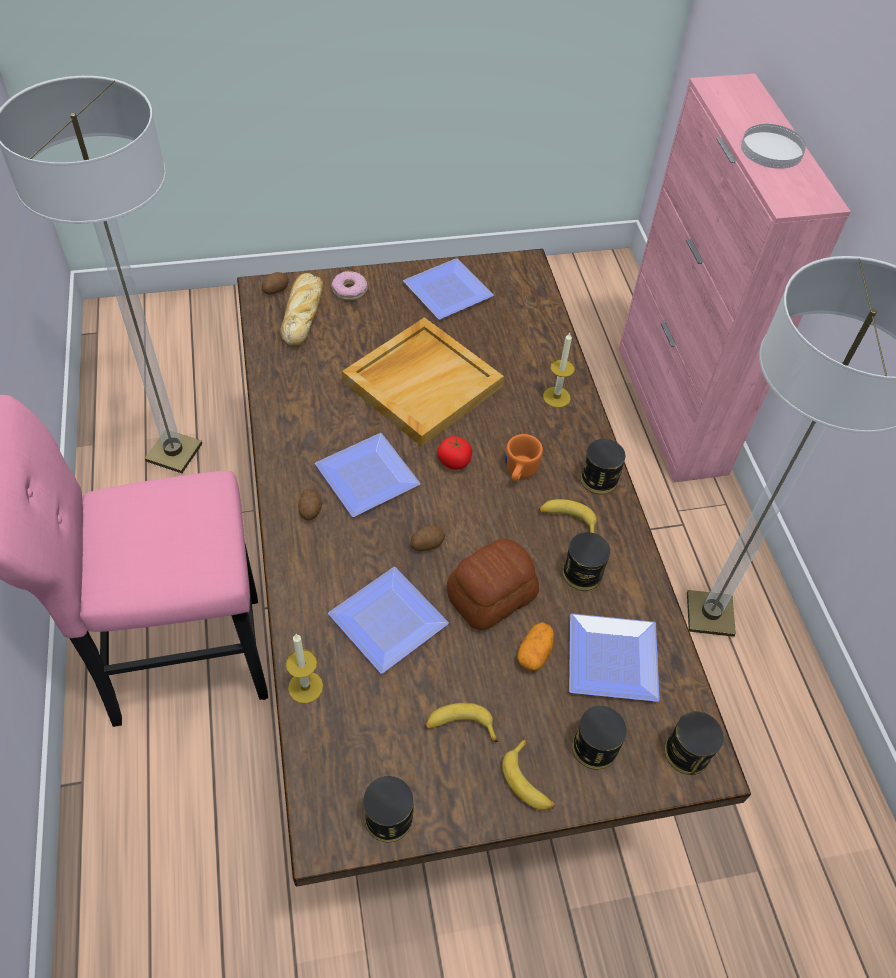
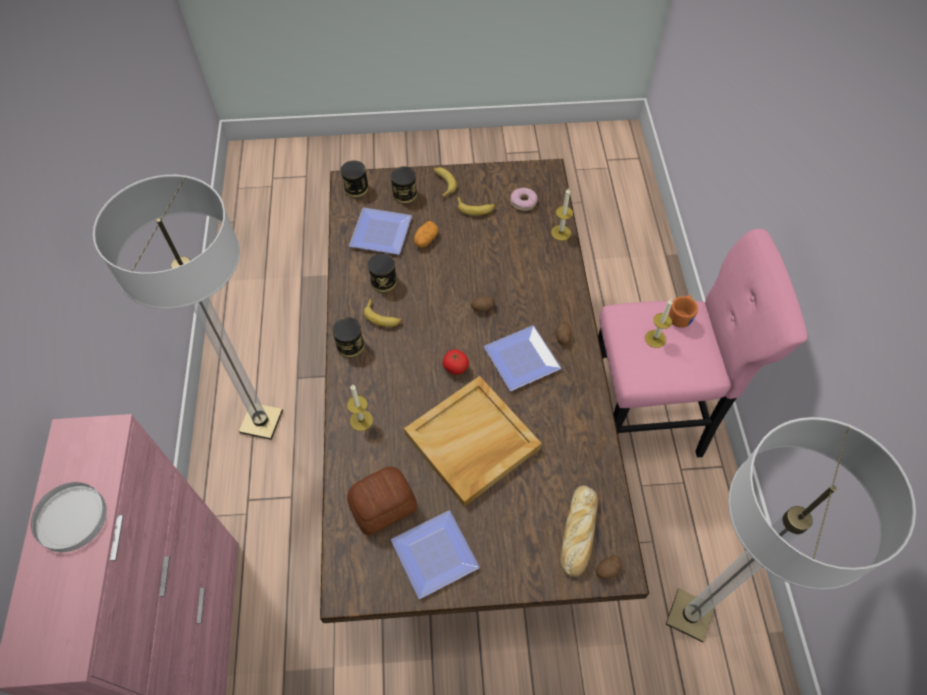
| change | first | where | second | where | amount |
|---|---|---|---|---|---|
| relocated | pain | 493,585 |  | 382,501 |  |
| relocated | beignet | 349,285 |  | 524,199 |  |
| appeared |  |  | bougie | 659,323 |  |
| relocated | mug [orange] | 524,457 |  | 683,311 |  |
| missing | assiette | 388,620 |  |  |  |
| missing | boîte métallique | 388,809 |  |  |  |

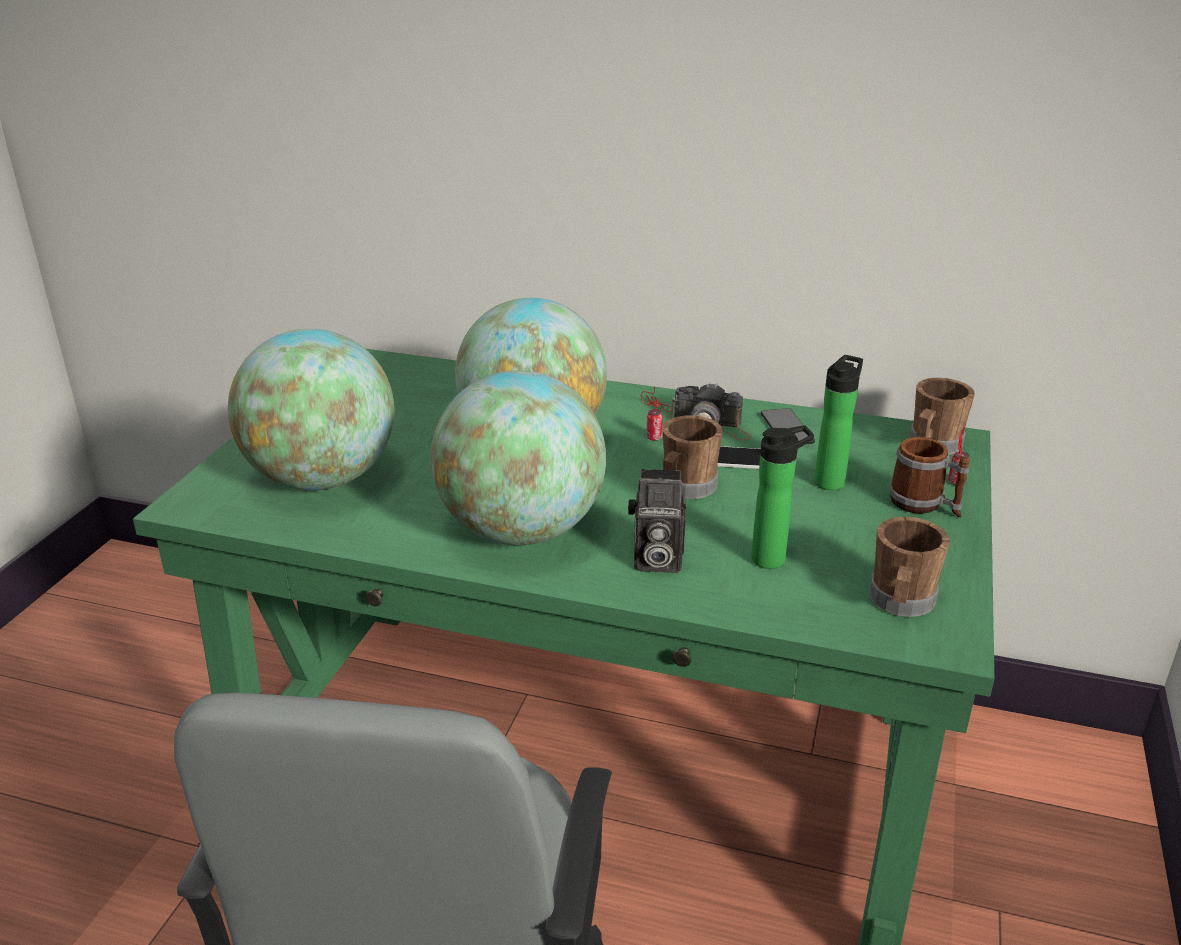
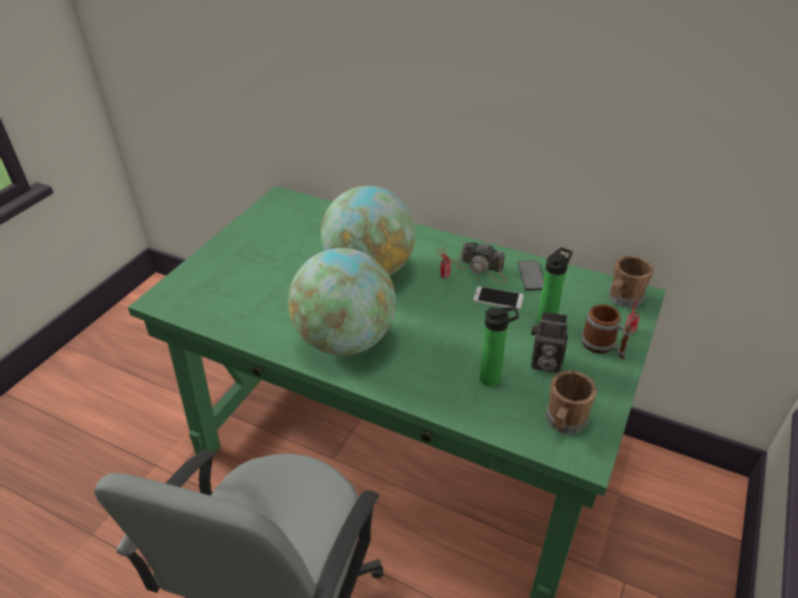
| change | first | where | second | where | amount |
|---|---|---|---|---|---|
| relocated | appareil photo | 657,521 |  | 549,342 |  |
| missing | globe | 311,409 |  |  |  |
| missing | mug [marron] | 693,457 |  |  |  |

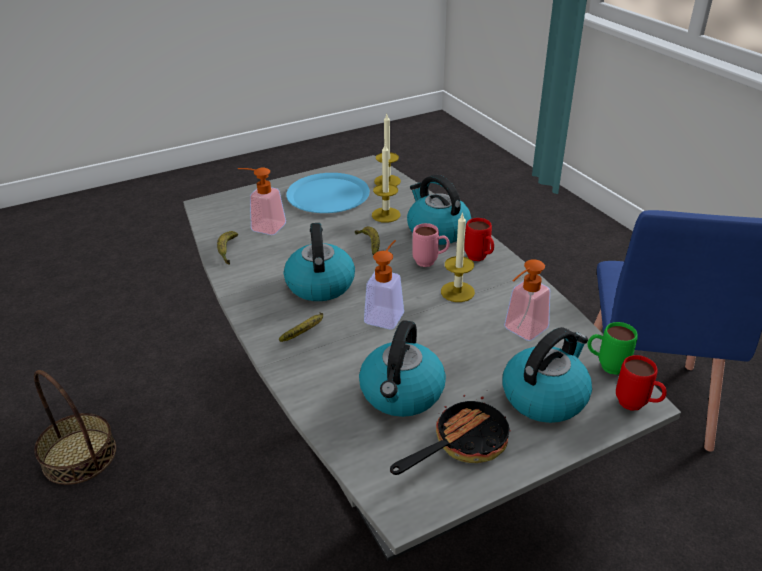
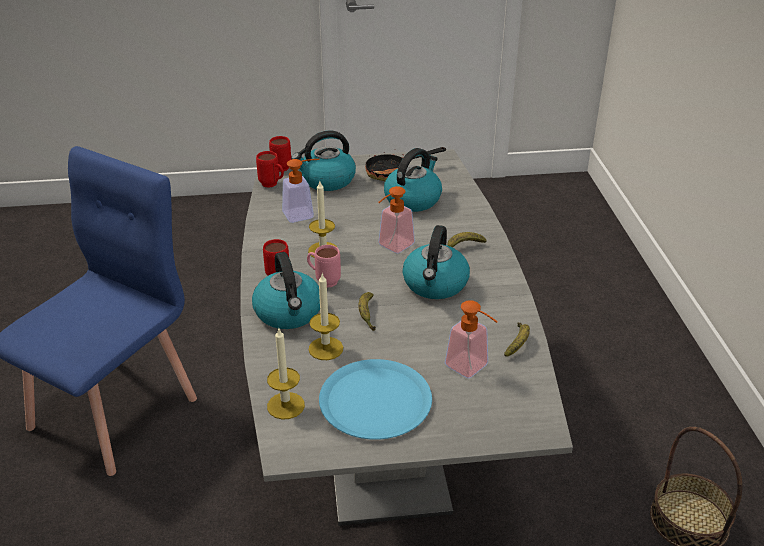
| change | first | where | second | where | amount |
|---|---|---|---|---|---|
| colour | mug [vert] | 612,348 | mug [rouge] | 270,169 |  |

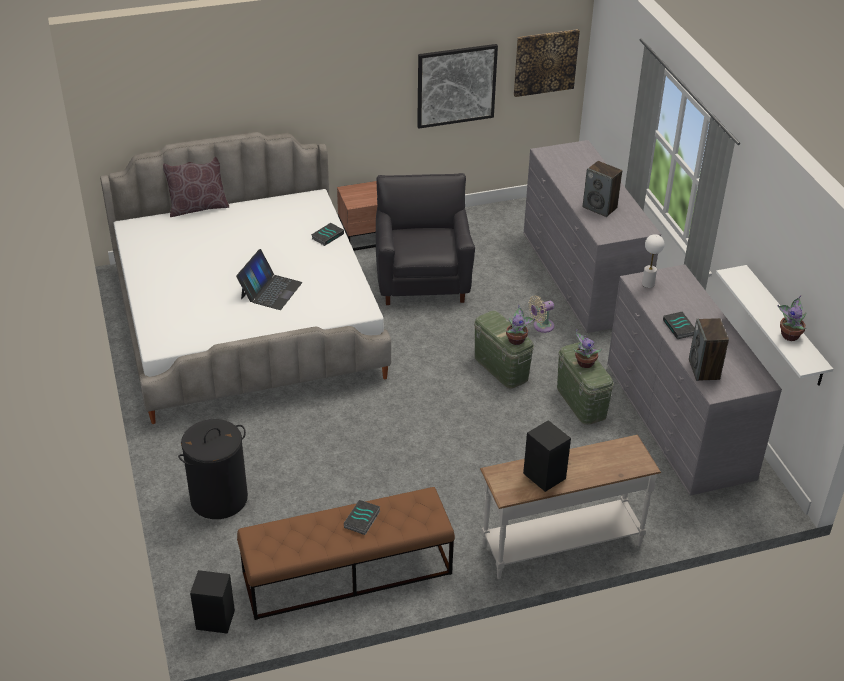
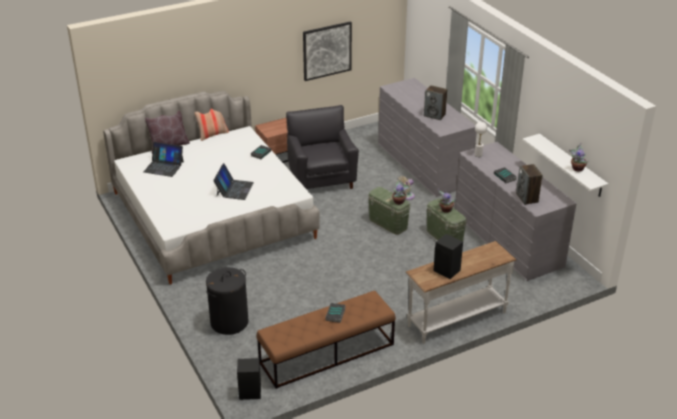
| change | first | where | second | where | amount |
|---|---|---|---|---|---|
| appeared |  |  | ordinateur portable | 164,159 |  |
| appeared |  |  | coussin | 212,125 |  |
| missing | tableau | 547,63 |  |  |  |

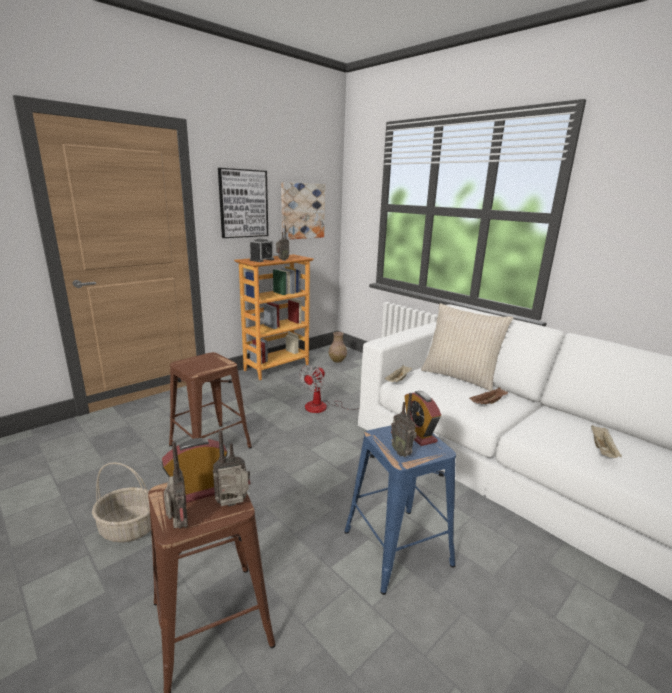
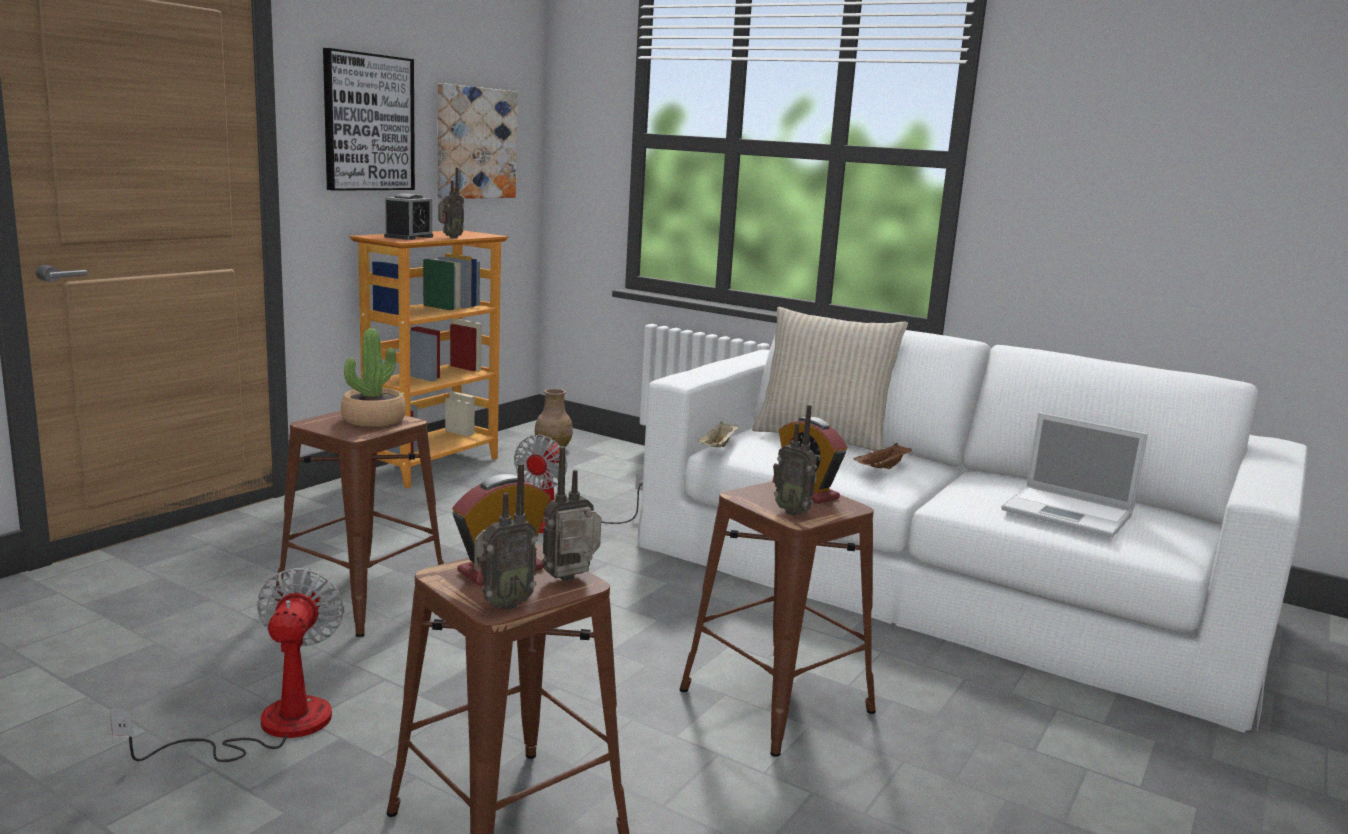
| change | first | where | second | where | amount |
|---|---|---|---|---|---|
| exchanged | panier | 121,502 | ventilateur | 227,665 |  |
| appeared |  |  | plante en pot | 373,377 |  |
| spun | radio | 176,485 |  | 506,536 | 90 degrees clockwise |
| colour | tabouret [bleu] | 400,510 | tabouret [marron] | 777,619 |  |
| exchanged | plateau [beige] | 606,441 | ordinateur portable | 1074,475 |  |

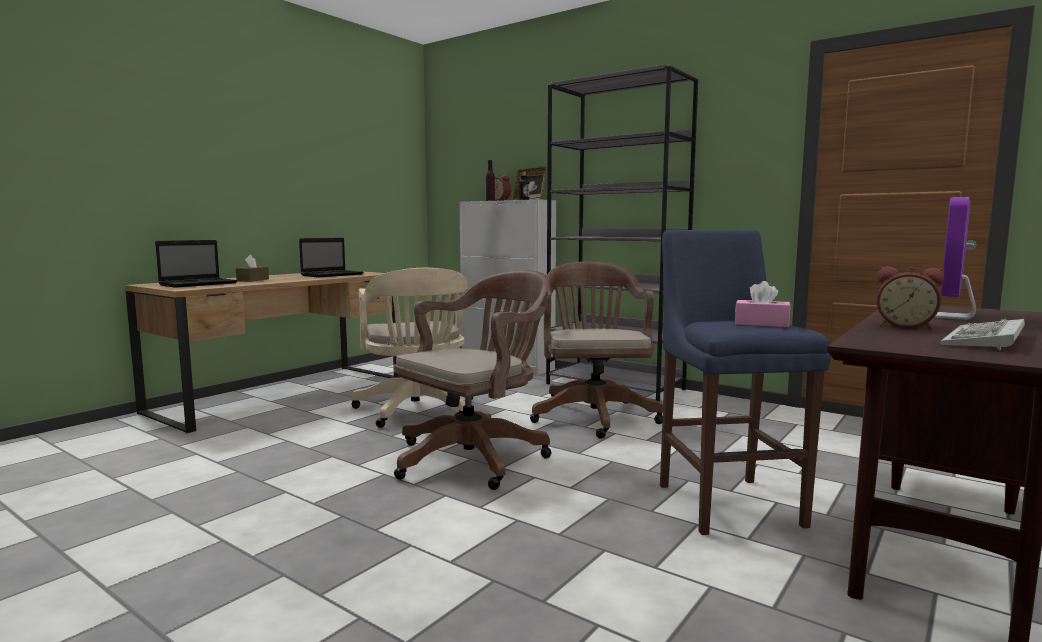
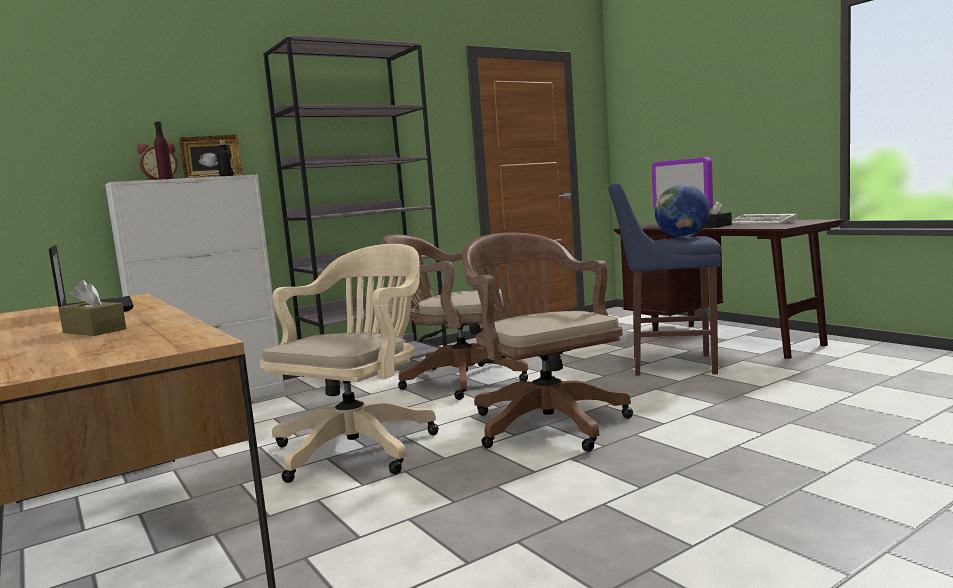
| change | first | where | second | where | amount |
|---|---|---|---|---|---|
| spun | chaise de bureau [beige] | 411,348 |  | 349,363 | 60 degrees counterclockwise |
| exchanged | boîte à mouchoirs [rose] | 763,304 | globe | 682,211 |  |
| exchanged | réveil | 910,297 | boîte à mouchoirs [noir] | 717,214 |  |
| missing | ordinateur portable | 196,264 |  |  |  |

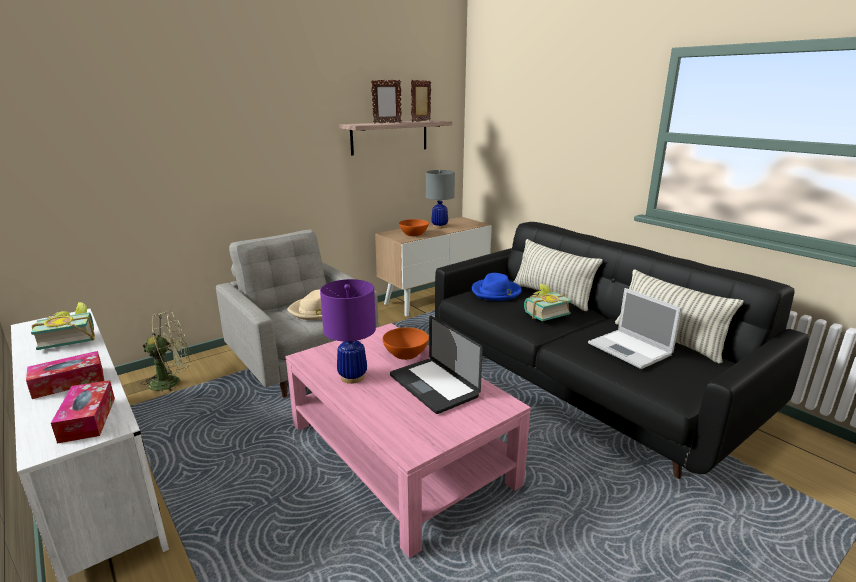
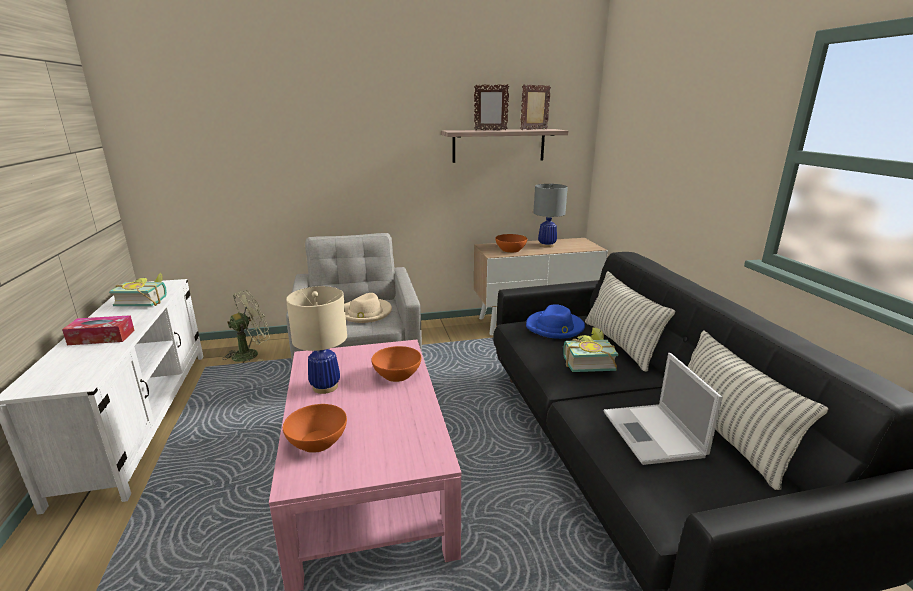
| change | first | where | second | where | amount |
|---|---|---|---|---|---|
| spun | ventilateur [vert] | 165,352 |  | 246,326 | 45 degrees counterclockwise |
| appeared |  |  | bol [orange] | 315,428 |  |
| colour | lampe de table [violet] | 348,331 | lampe de table [beige] | 316,340 |  |
| missing | boîte à mouchoirs | 83,412 |  |  |  |
| missing | ordinateur portable | 436,364 |  |  |  |

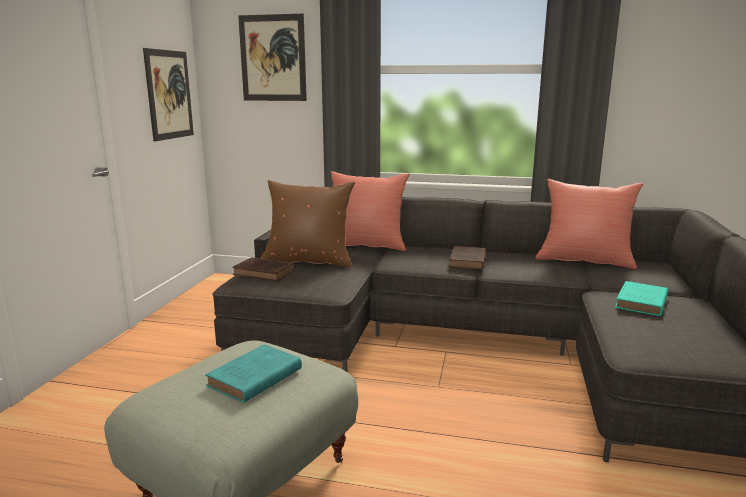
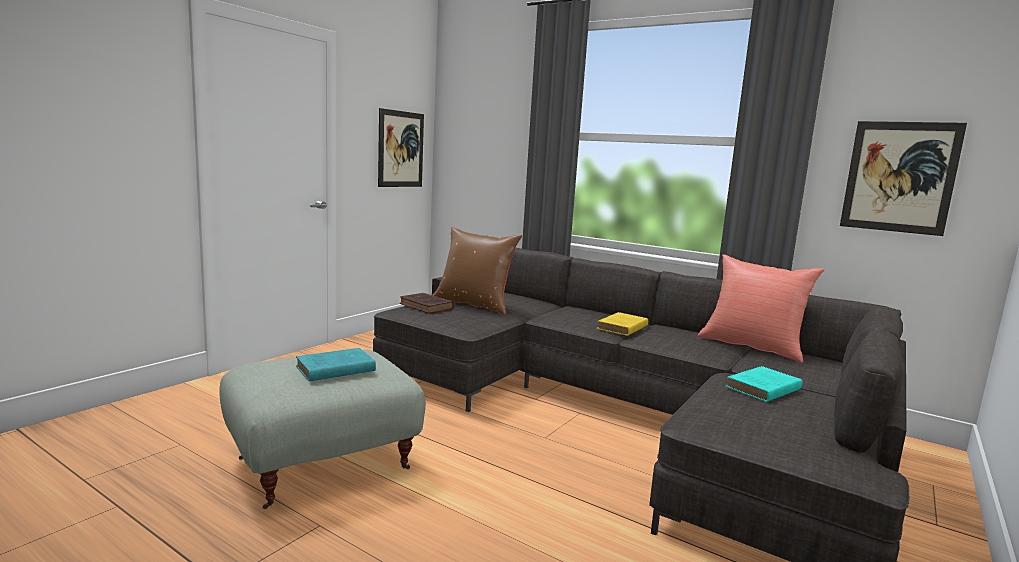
| change | first | where | second | where | amount |
|---|---|---|---|---|---|
| colour | livre [marron] | 467,258 | livre [jaune] | 622,324 |  |
| relocated | tableau | 272,57 |  | 903,178 |  |
| missing | coussin [rouge] | 370,211 |  |  |  |

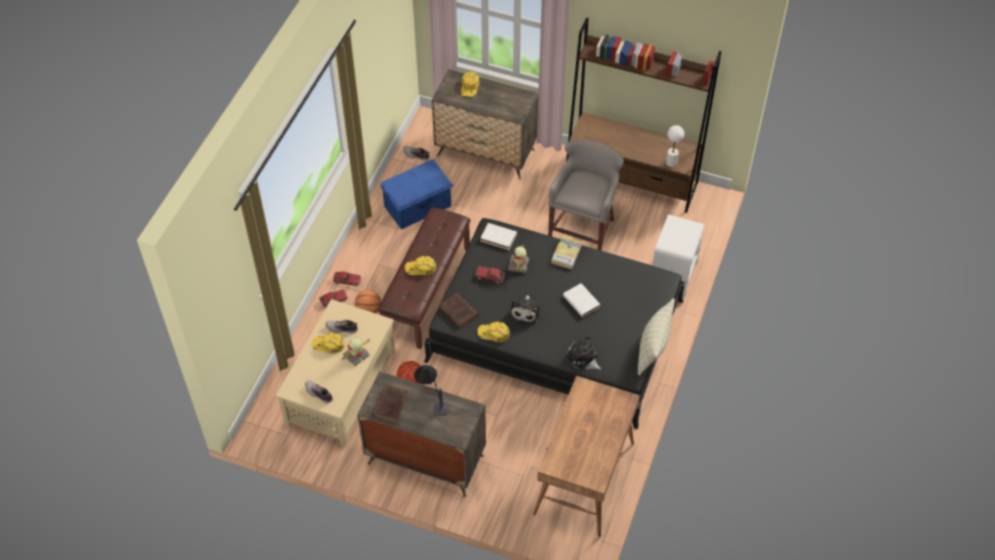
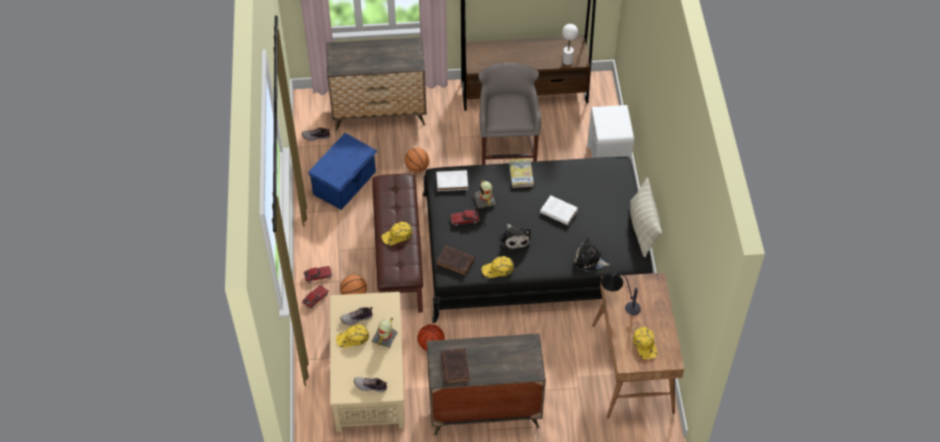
| change | first | where | second | where | amount |
|---|---|---|---|---|---|
| appeared |  |  | ballon de basket | 417,160 |  |
| relocated | lampe de table | 432,390 |  | 621,293 |  |
| relocated | casquette [jaune] | 470,84 |  | 645,343 |  |

